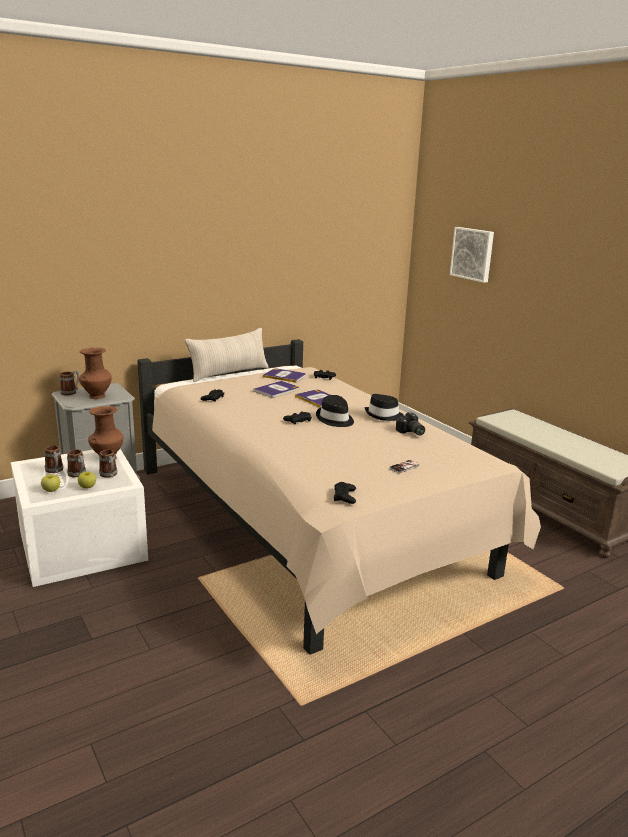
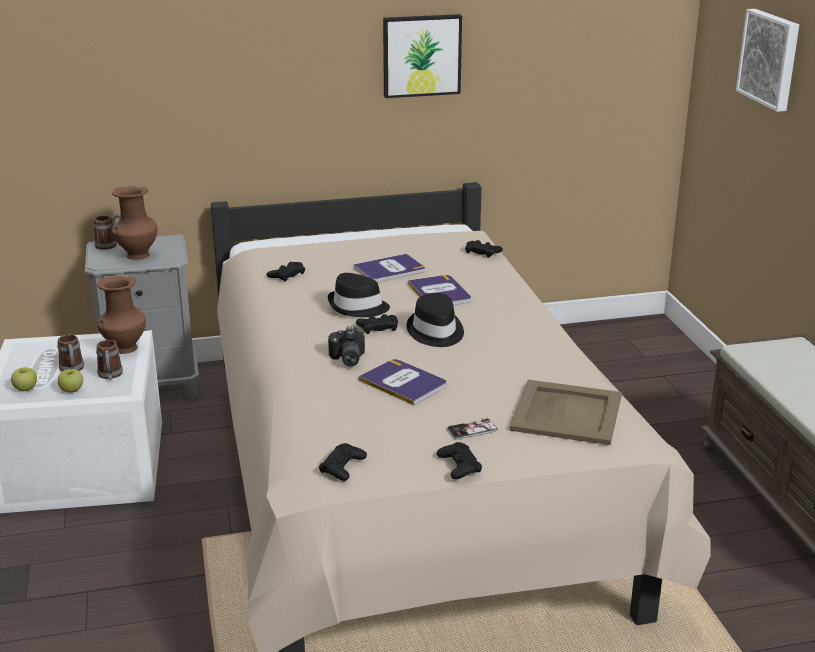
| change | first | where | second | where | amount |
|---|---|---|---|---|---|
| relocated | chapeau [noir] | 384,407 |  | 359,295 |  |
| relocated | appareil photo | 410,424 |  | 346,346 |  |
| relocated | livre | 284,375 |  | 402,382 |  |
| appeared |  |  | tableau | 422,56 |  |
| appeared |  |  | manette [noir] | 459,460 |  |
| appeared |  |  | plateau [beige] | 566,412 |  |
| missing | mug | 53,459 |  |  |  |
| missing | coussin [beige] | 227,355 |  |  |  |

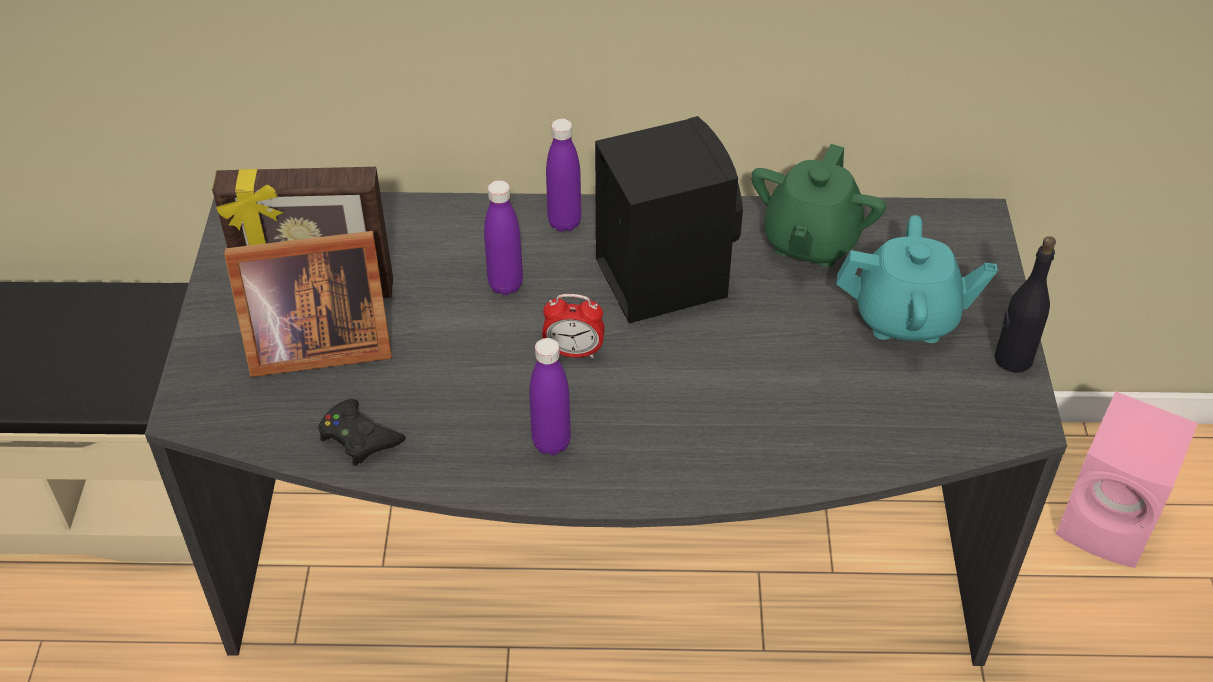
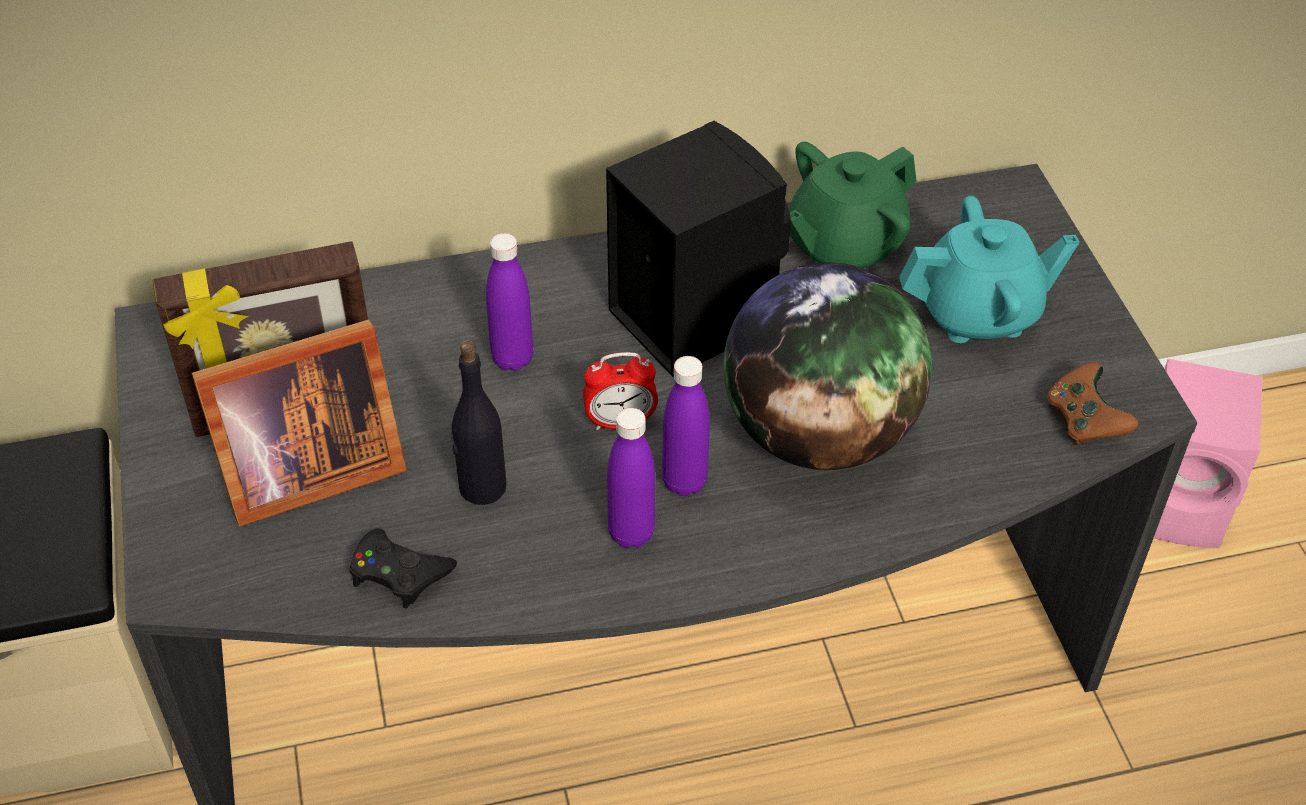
| change | first | where | second | where | amount |
|---|---|---|---|---|---|
| relocated | bouteille [noir] | 1025,304 |  | 479,422 |  |
| relocated | bouteille [violet] | 563,175 |  | 686,426 |  |
| appeared |  |  | globe | 827,366 |  |
| spun | théière [vert] | 818,205 |  | 852,205 | 45 degrees clockwise |
| appeared |  |  | manette [marron] | 1093,403 |  |

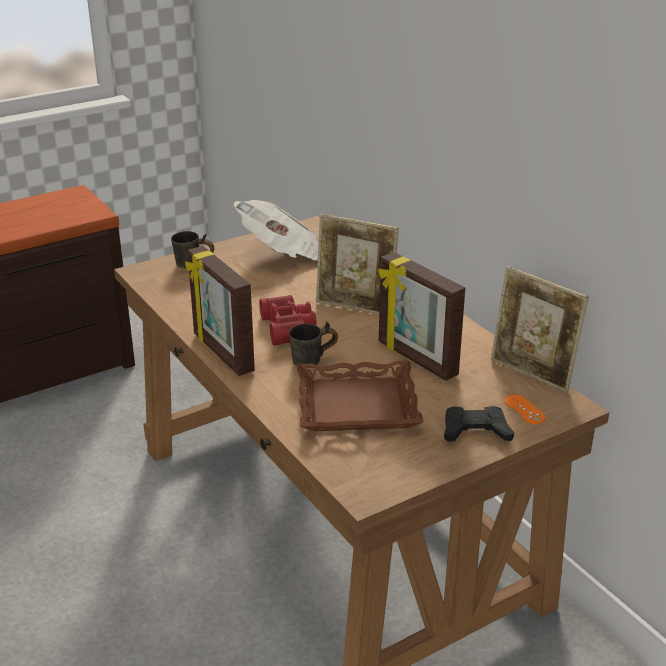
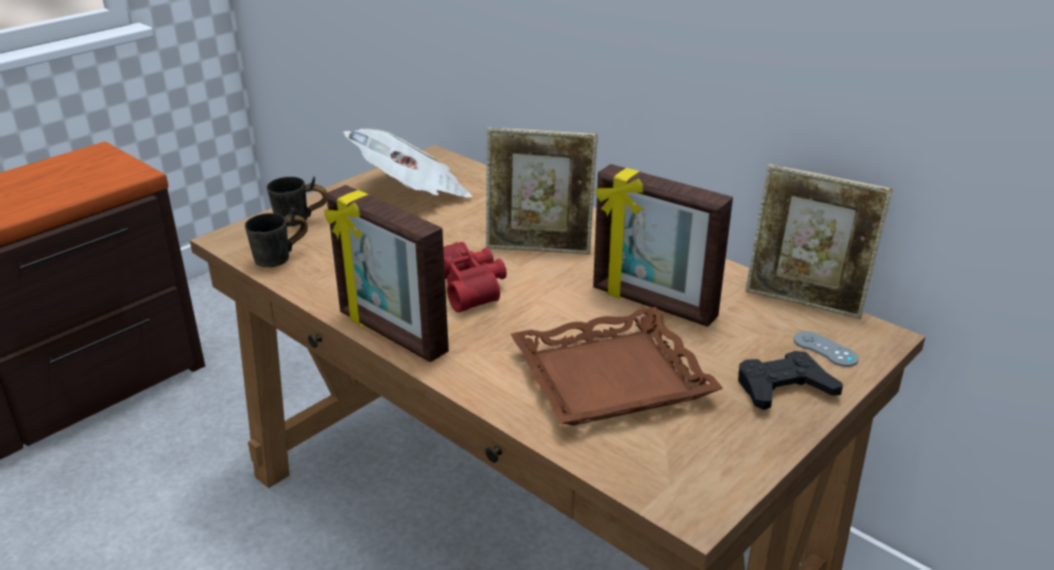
| change | first | where | second | where | amount |
|---|---|---|---|---|---|
| relocated | mug [gris] | 313,344 |  | 276,237 |  |
| colour | manette [orange] | 525,409 | manette [gris] | 826,349 |  |

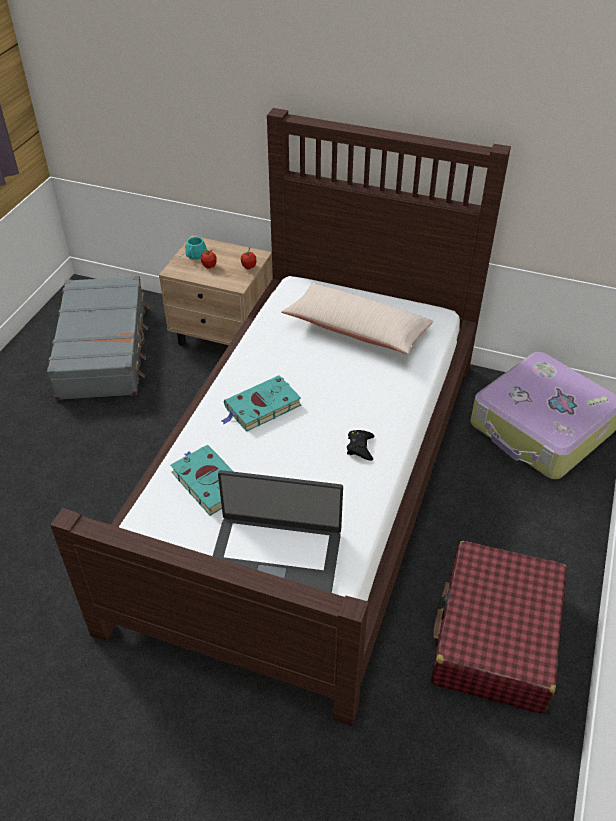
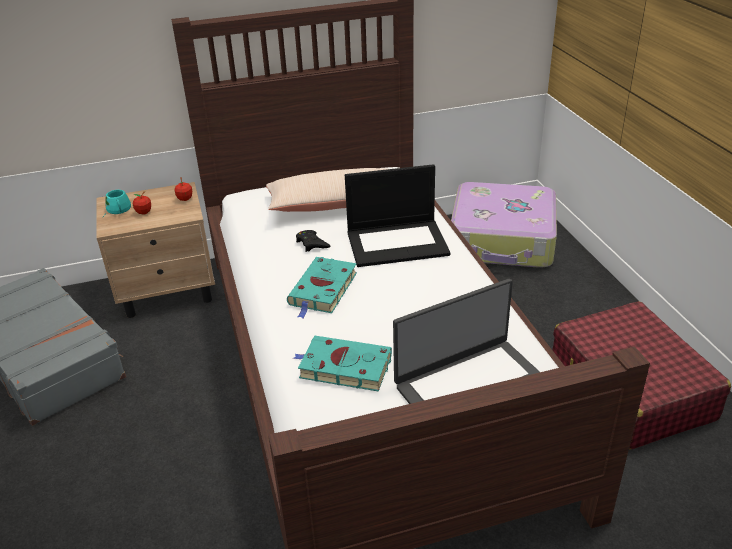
| change | first | where | second | where | amount |
|---|---|---|---|---|---|
| relocated | manette [noir] | 361,445 |  | 313,241 |  |
| appeared |  |  | ordinateur portable | 397,215 |  |

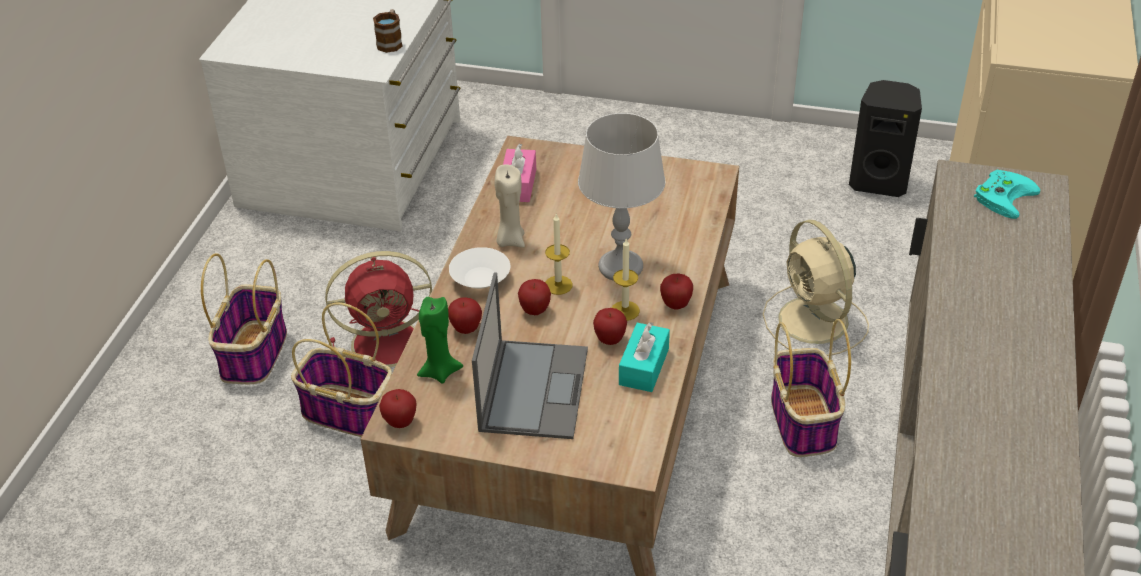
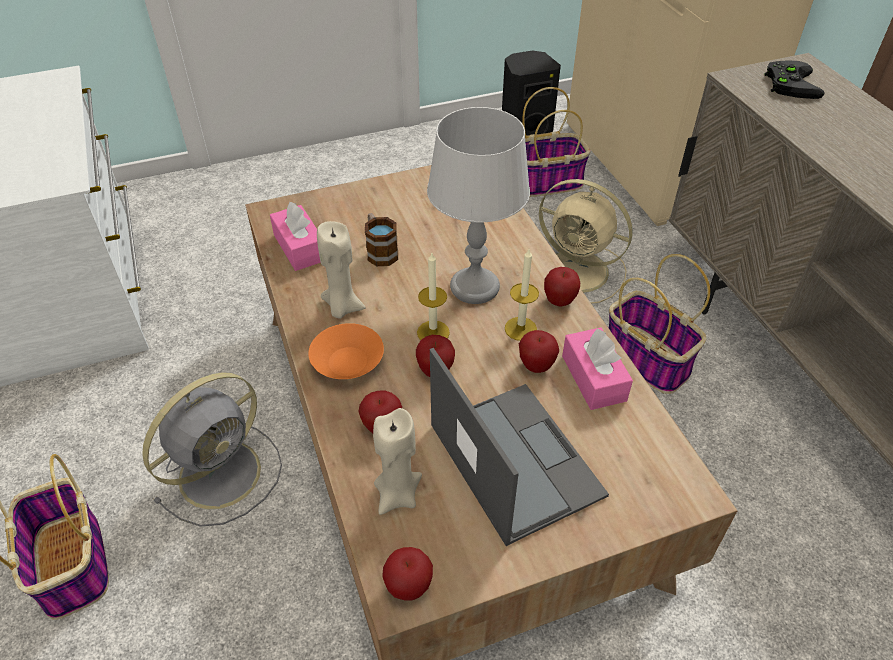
| change | first | where | second | where | amount |
|---|---|---|---|---|---|
| colour | ventilateur [rouge] | 378,309 | ventilateur [gris] | 212,449 |  |
| colour | bol [blanc] | 479,268 | bol [orange] | 346,351 |  |
| relocated | mug | 388,31 |  | 381,239 |  |
| colour | bougie [vert] | 440,340 | bougie [beige] | 397,461 |  |
| relocated | panier | 341,370 |  | 556,142 |  |
| colour | boîte à mouchoirs [turquoise] | 644,357 | boîte à mouchoirs [rose] | 597,368 |  |
| colour | manette [turquoise] | 1007,194 | manette [noir] | 794,79 |  |

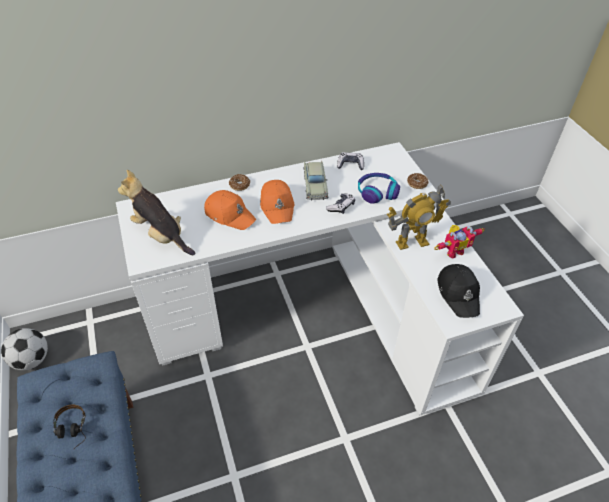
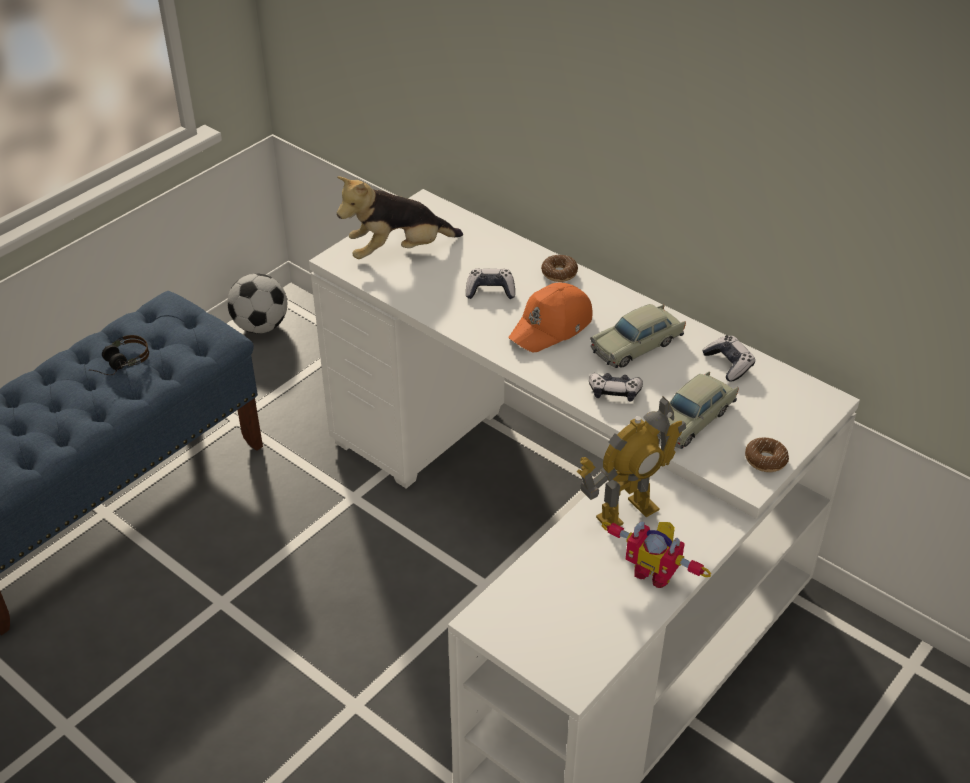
| change | first | where | second | where | amount |
|---|---|---|---|---|---|
| spun | peluche | 156,212 |  | 400,217 | 120 degrees counterclockwise |
| exchanged | casquette [orange] | 230,210 | manette | 490,284 |  |
| spun | robot jouet | 419,217 |  | 631,462 | 75 degrees counterclockwise |
| exchanged | casque audio | 379,188 | petite voiture [beige] | 698,410 |  |
| missing | casquette [noir] | 458,291 |  |  |  |

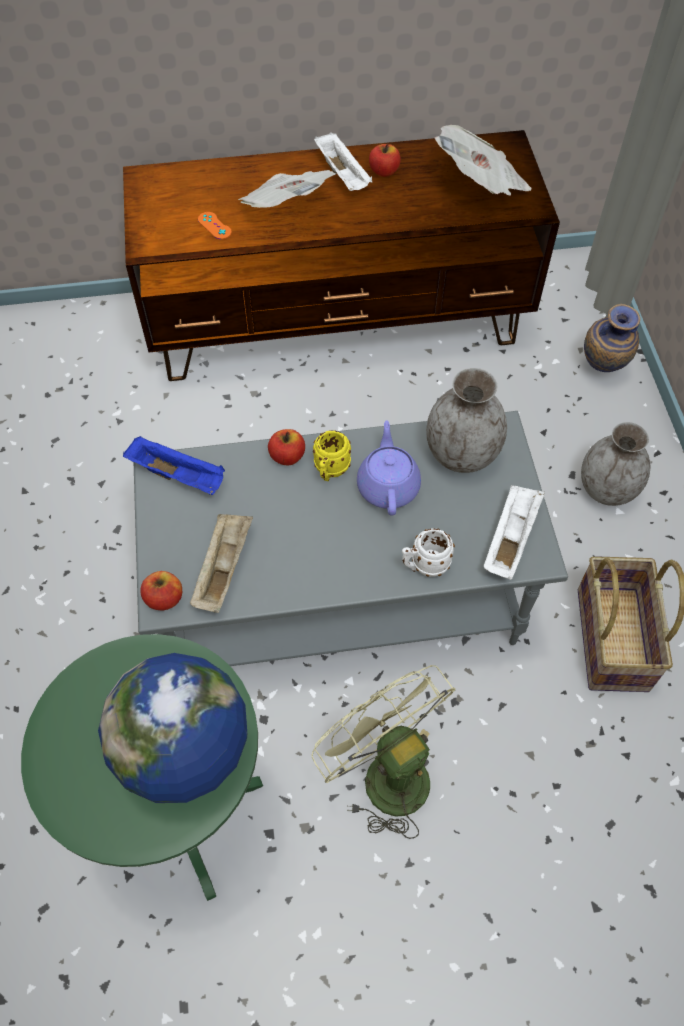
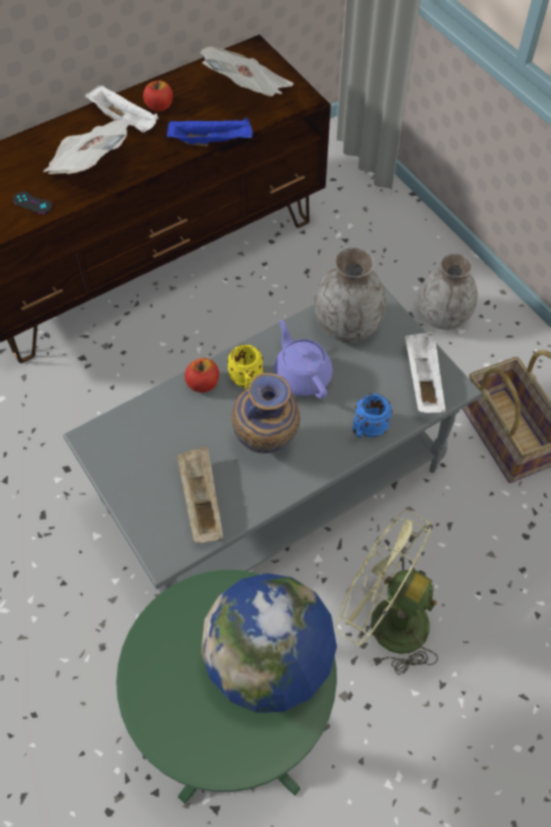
| change | first | where | second | where | amount |
|---|---|---|---|---|---|
| colour | manette [orange] | 215,225 | manette [noir] | 32,203 |  |
| relocated | plateau [bleu] | 174,465 |  | 209,131 |  |
| relocated | vase | 612,338 |  | 266,413 |  |
| colour | mug [blanc] | 428,552 | mug [bleu] | 372,415 |  |
| missing | pomme | 161,590 |  |  |  |

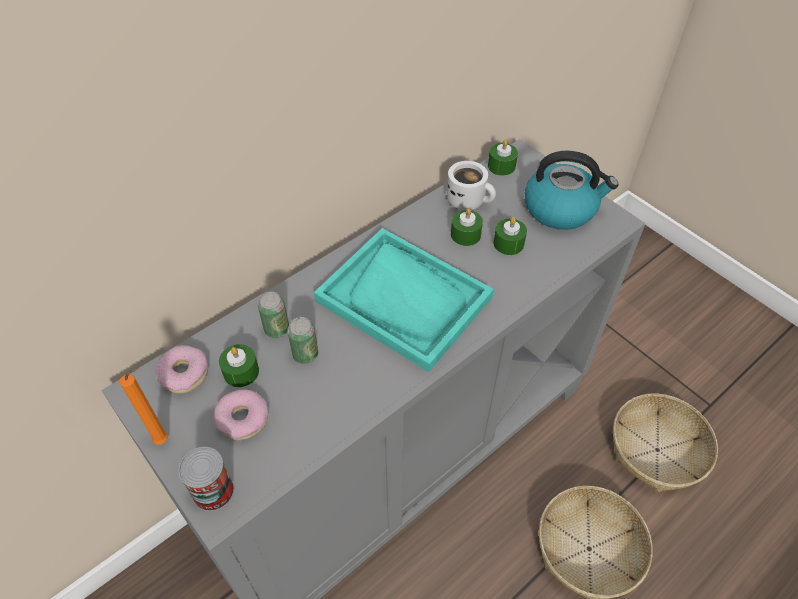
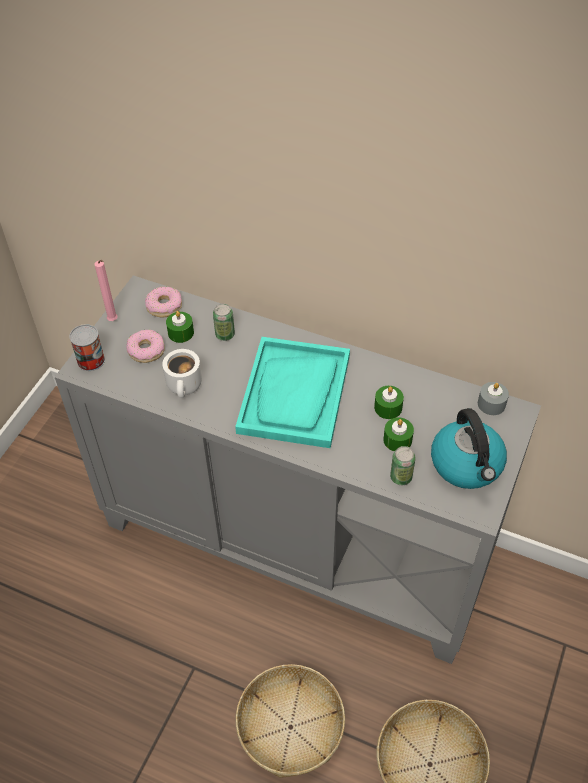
| change | first | where | second | where | amount |
|---|---|---|---|---|---|
| colour | bougie [orange] | 144,406 | bougie [rose] | 106,290 |  |
| relocated | mug [blanc] | 471,185 |  | 182,373 |  |
| relocated | boîte métallique | 302,340 |  | 403,465 |  |
| colour | bougie [vert] | 503,157 | bougie [gris] | 493,398 |  |

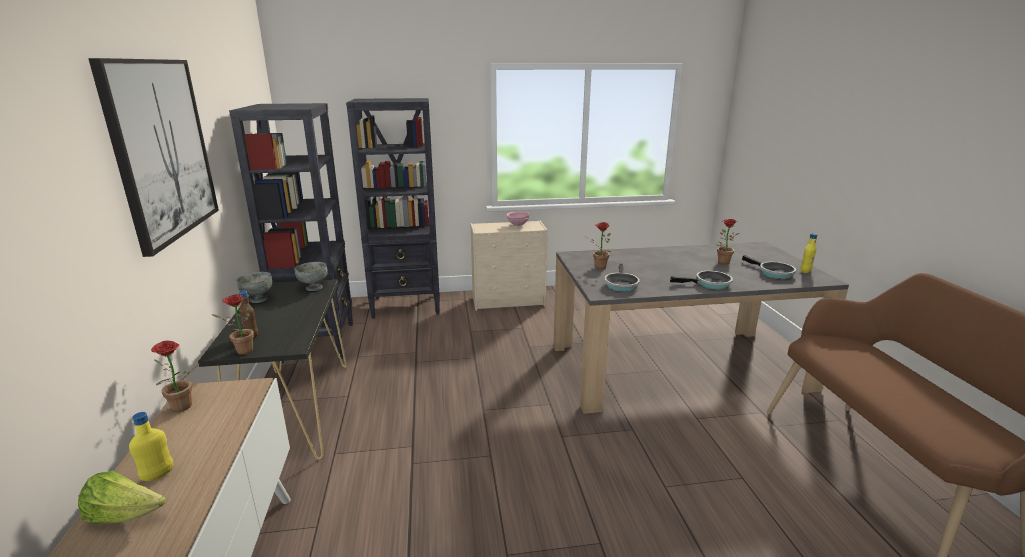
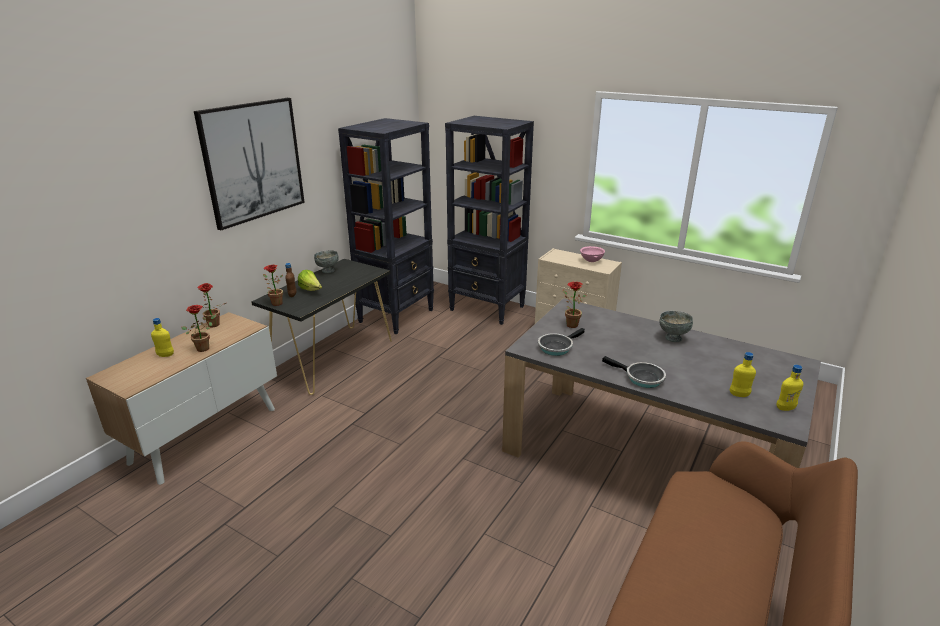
| change | first | where | second | where | amount |
|---|---|---|---|---|---|
| relocated | plante en pot | 727,242 |  | 199,328 |  |
| relocated | laitue | 122,497 |  | 310,280 |  |
| relocated | bol [gris] | 311,276 |  | 676,326 |  |
| exchanged | poêle | 769,267 | bouteille [jaune] | 743,374 |  |

